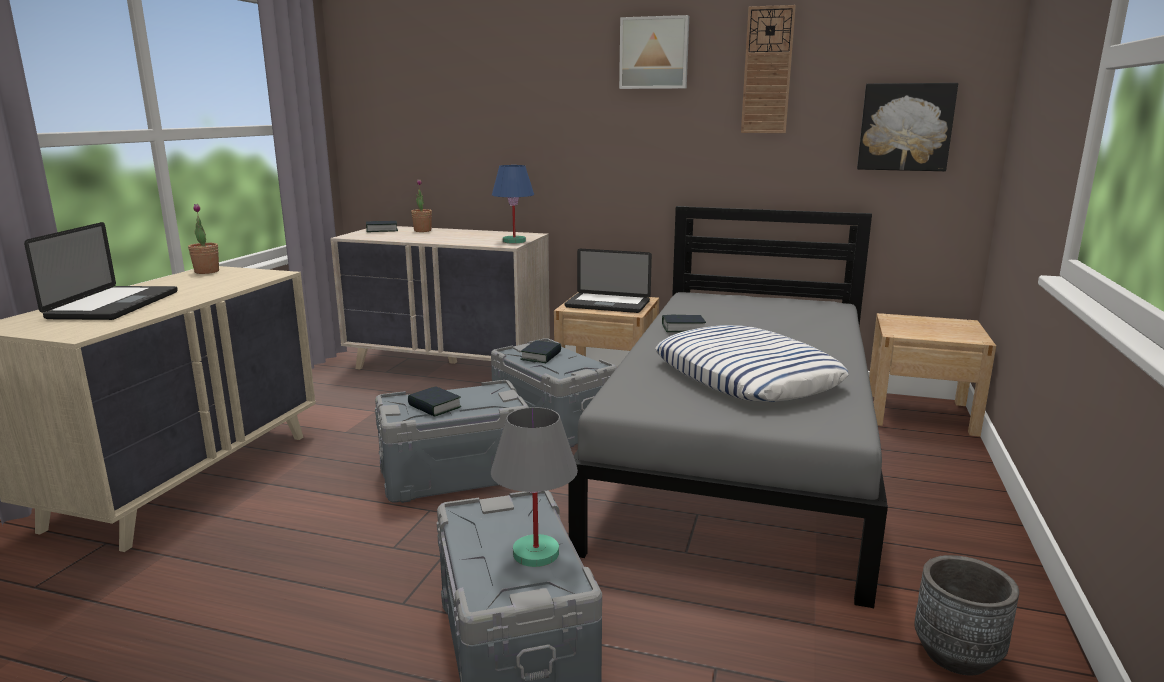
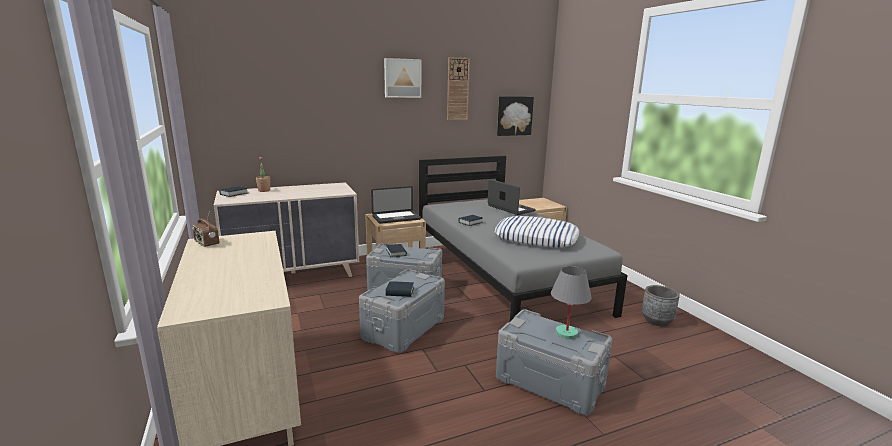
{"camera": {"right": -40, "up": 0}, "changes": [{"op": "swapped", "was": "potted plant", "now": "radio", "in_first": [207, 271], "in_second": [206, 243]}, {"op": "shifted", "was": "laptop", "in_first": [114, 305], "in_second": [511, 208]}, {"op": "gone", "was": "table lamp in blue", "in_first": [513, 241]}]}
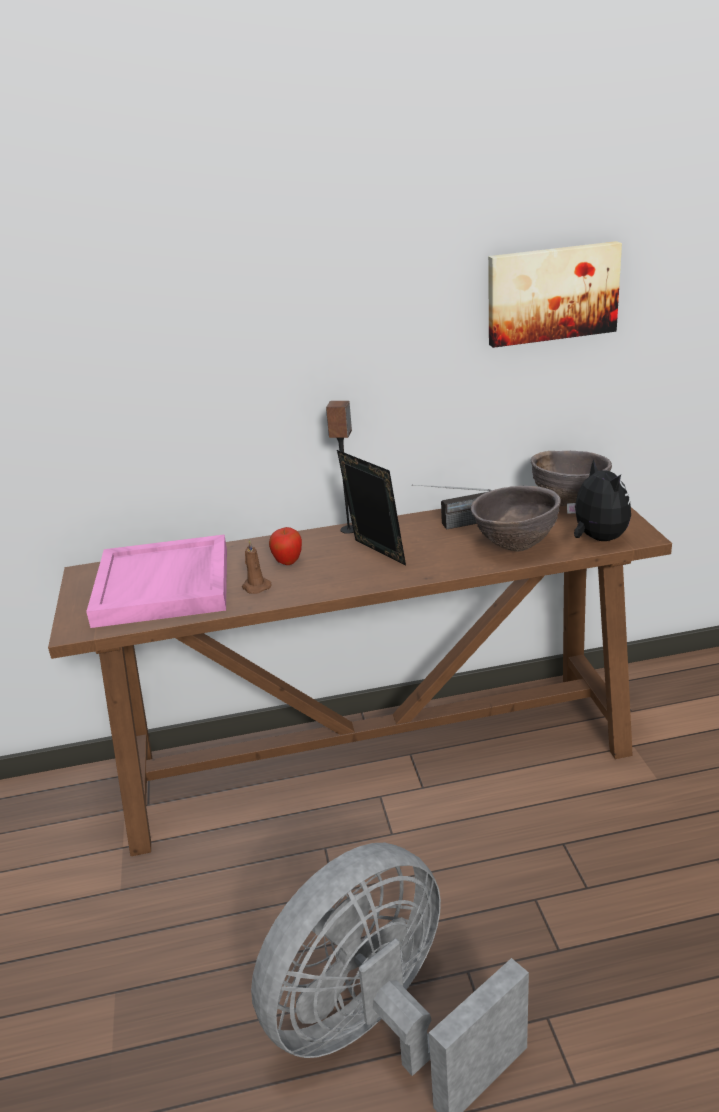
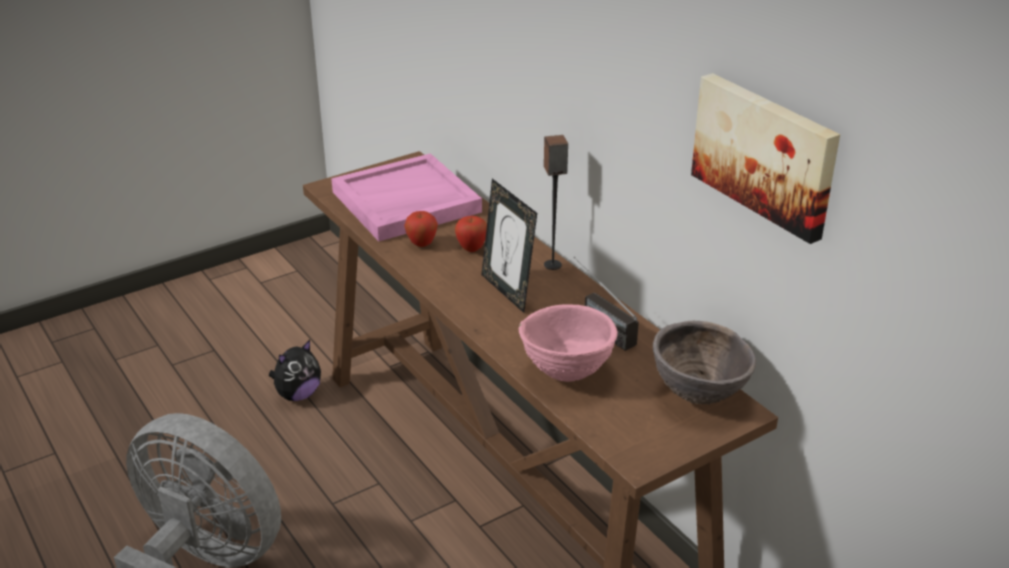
{"camera": {"right": 65, "up": 5}, "changes": [{"op": "shifted", "was": "plush toy", "in_first": [597, 539], "in_second": [298, 394]}, {"op": "swapped", "was": "candle in brown", "now": "apple", "in_first": [255, 586], "in_second": [422, 244]}, {"op": "rotated", "was": "picture frame", "in_first": [375, 555], "in_second": [507, 291], "clockwise": 120}, {"op": "repainted", "was": "bowl in brown", "now": "bowl in pink", "in_first": [515, 546], "in_second": [567, 373]}]}
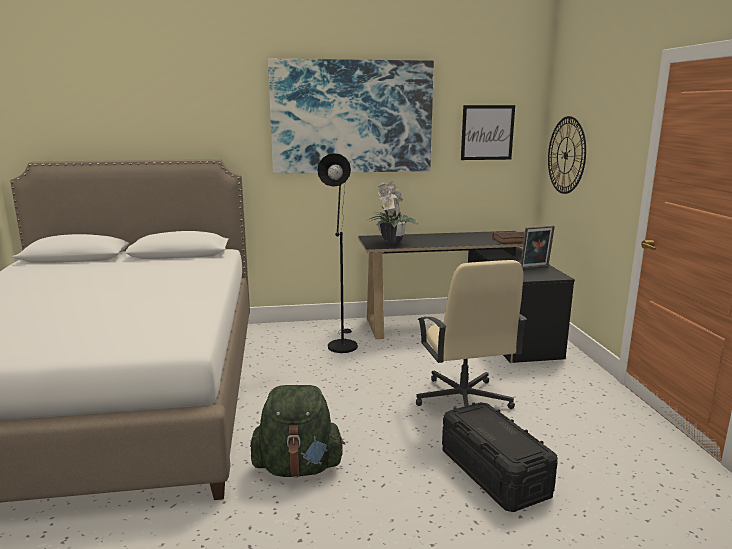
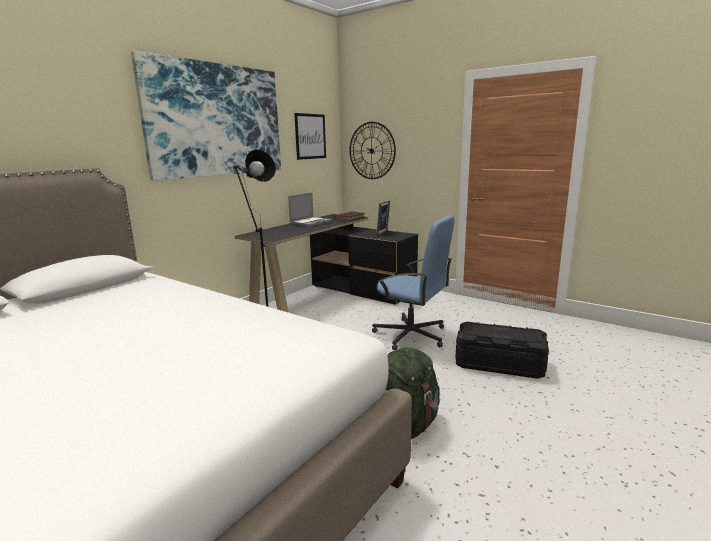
{"camera": {"right": -45, "up": 0}, "changes": [{"op": "new", "now": "laptop", "in_second": [311, 222]}, {"op": "repainted", "was": "office chair in beige", "now": "office chair in blue", "in_first": [463, 400], "in_second": [411, 335]}, {"op": "gone", "was": "potted plant", "in_first": [391, 243]}]}
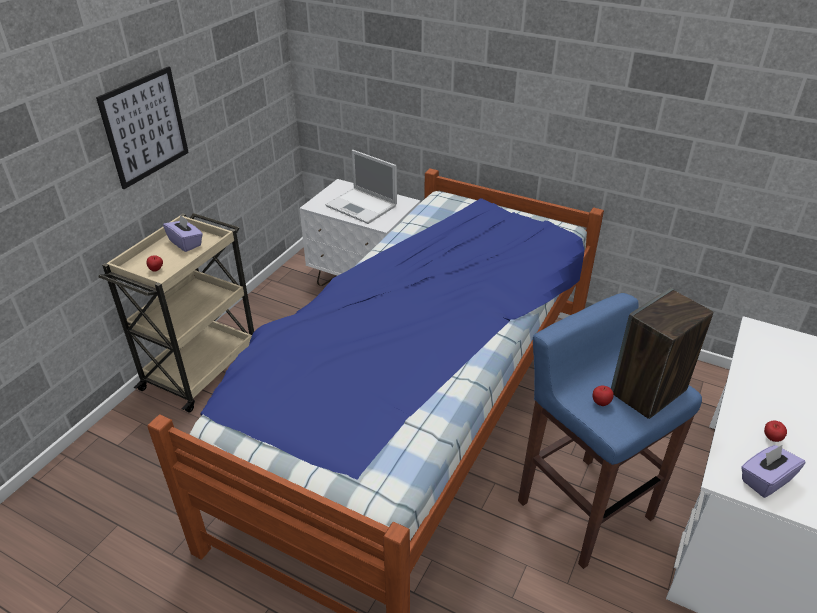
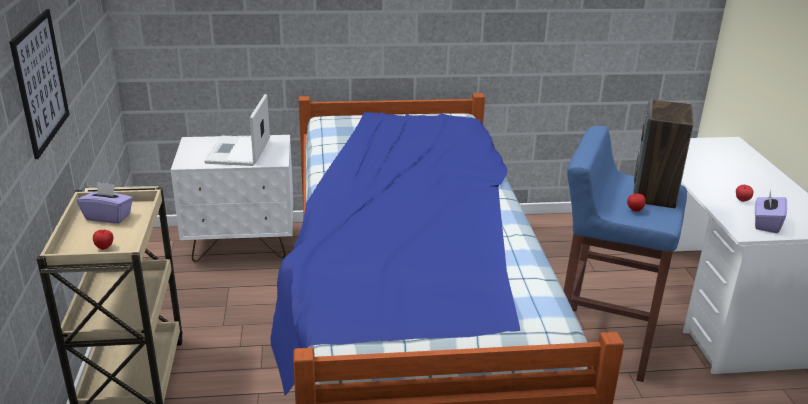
{"camera": {"right": -35, "up": -10}, "changes": [{"op": "rotated", "was": "laptop", "in_first": [362, 206], "in_second": [238, 152], "clockwise": 90}]}
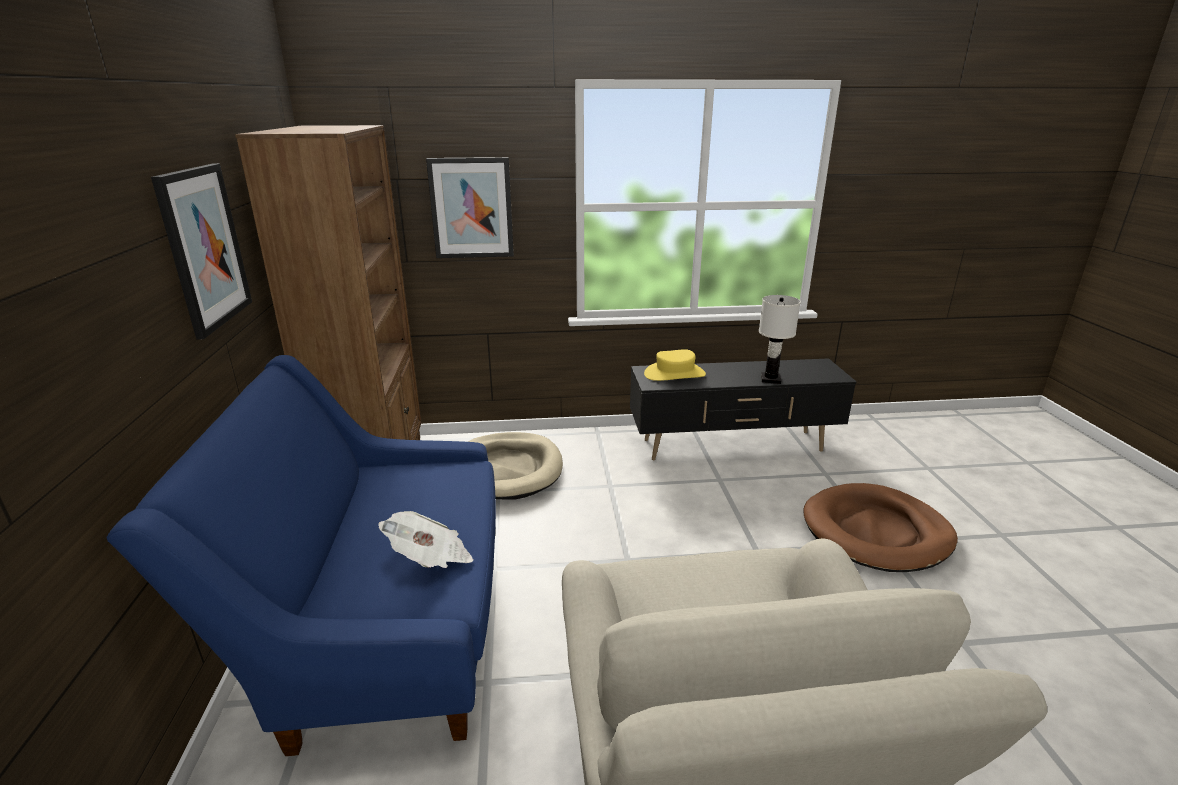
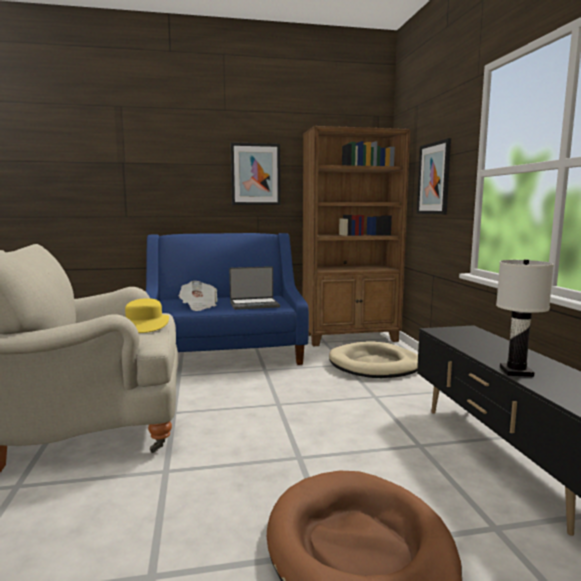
{"camera": {"right": 85, "up": -15}, "changes": [{"op": "shifted", "was": "hat in yellow", "in_first": [674, 374], "in_second": [144, 325]}, {"op": "new", "now": "laptop", "in_second": [254, 304]}]}
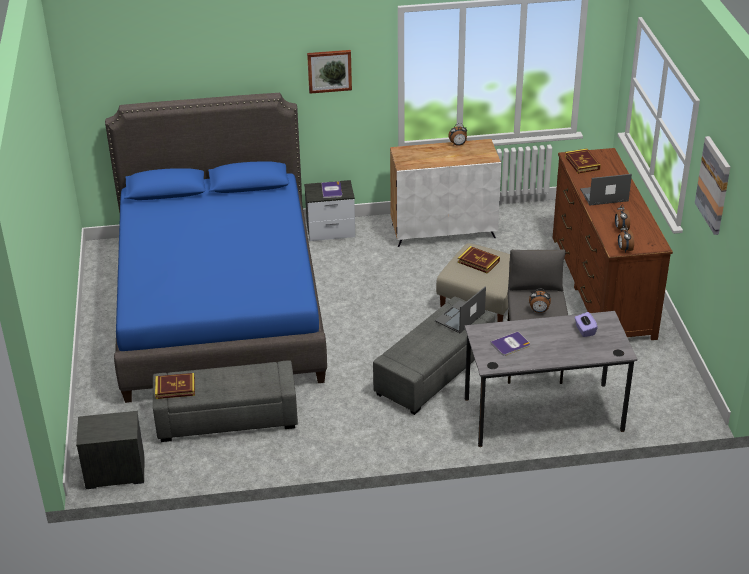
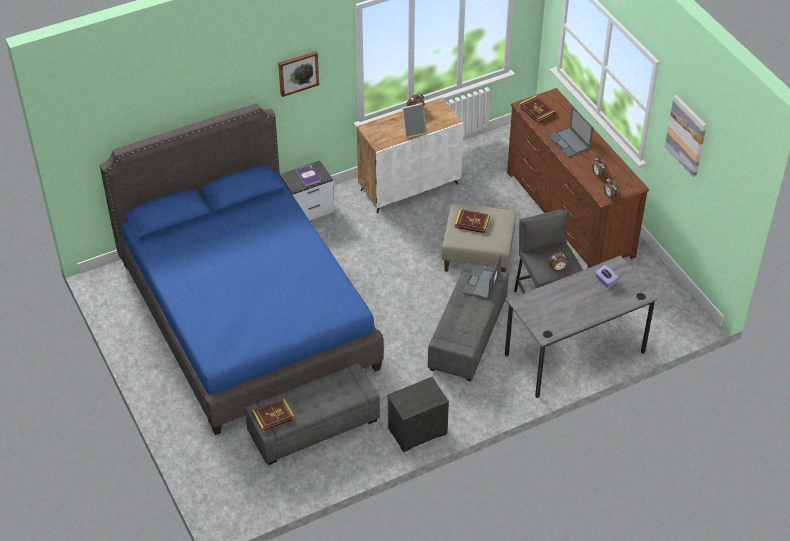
{"camera": {"right": -20, "up": 10}, "changes": [{"op": "shifted", "was": "nightstand", "in_first": [114, 472], "in_second": [416, 430]}, {"op": "new", "now": "picture frame", "in_second": [413, 131]}, {"op": "rotated", "was": "laptop", "in_first": [603, 195], "in_second": [569, 142], "clockwise": -90}, {"op": "gone", "was": "book", "in_first": [510, 344]}]}
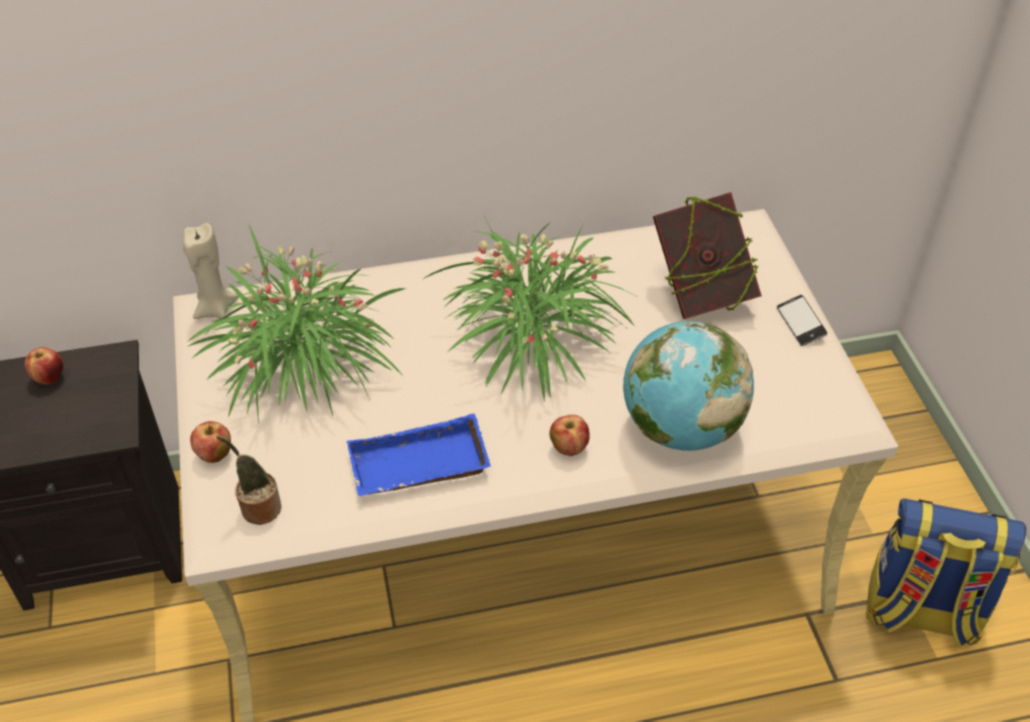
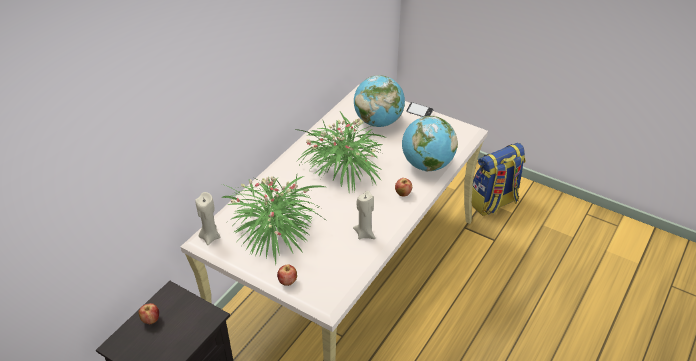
{"camera": {"right": -45, "up": -5}, "changes": [{"op": "swapped", "was": "tray in blue", "now": "candle in beige", "in_first": [418, 468], "in_second": [364, 233]}, {"op": "swapped", "was": "book", "now": "globe", "in_first": [700, 294], "in_second": [378, 122]}, {"op": "gone", "was": "potted plant", "in_first": [258, 508]}]}
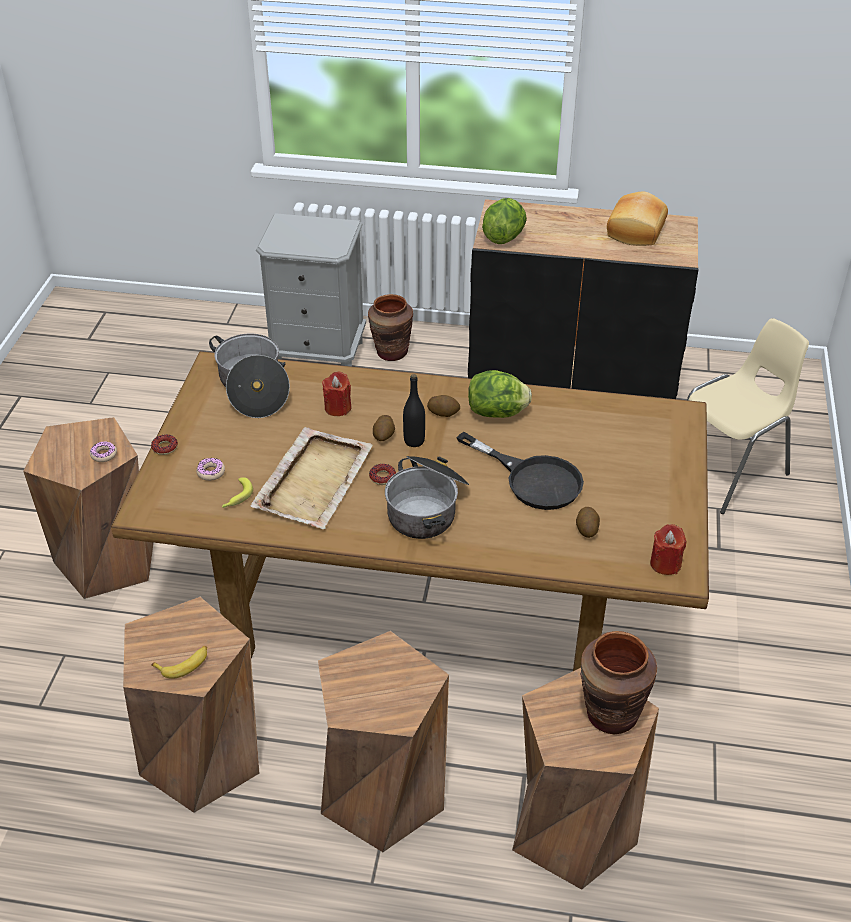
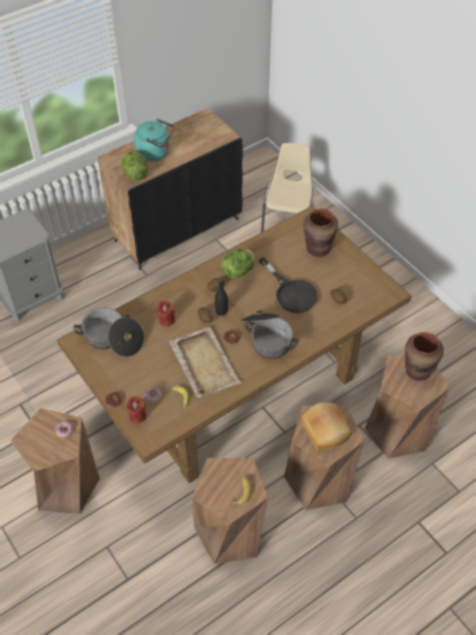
{"camera": {"right": -45, "up": 10}, "changes": [{"op": "shifted", "was": "candle in red", "in_first": [665, 563], "in_second": [137, 416]}, {"op": "new", "now": "kettle in turquoise", "in_second": [155, 153]}, {"op": "rotated", "was": "frying pan in black", "in_first": [533, 479], "in_second": [291, 292], "clockwise": 60}, {"op": "shifted", "was": "bread", "in_first": [637, 231], "in_second": [326, 431]}, {"op": "shifted", "was": "vase in brown", "in_first": [391, 352], "in_second": [318, 249]}]}
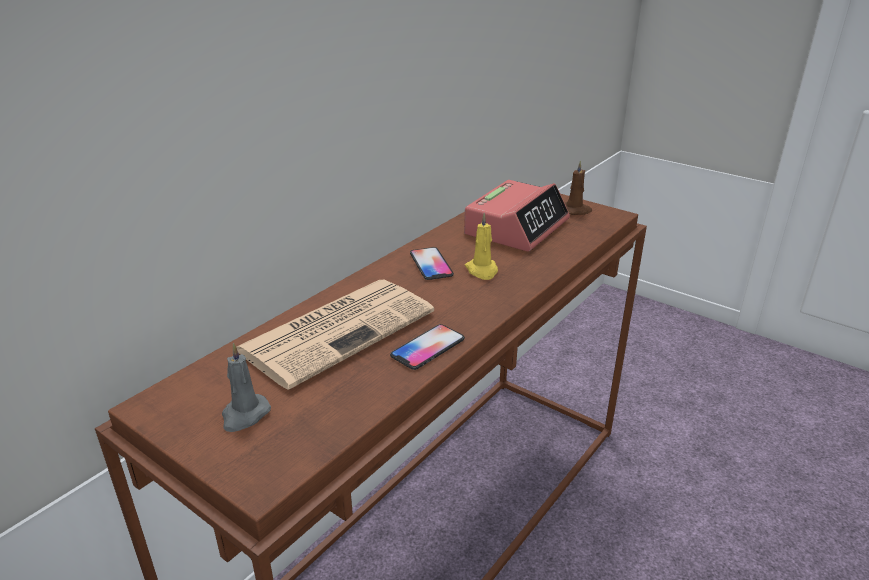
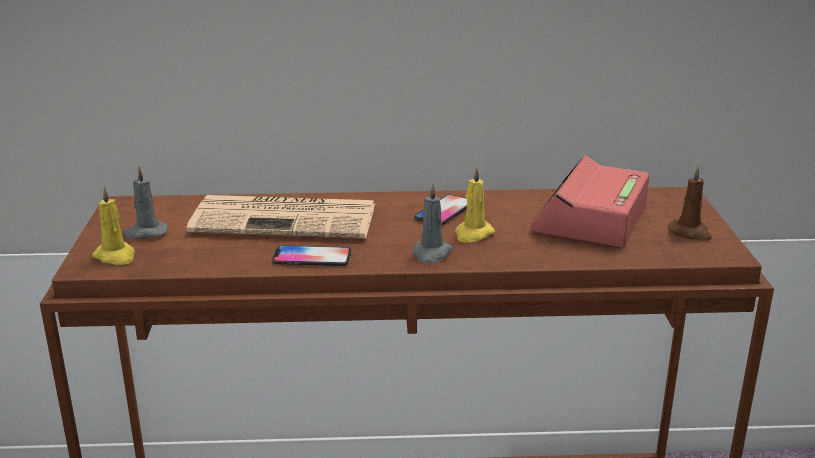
{"camera": {"right": 50, "up": -5}, "changes": [{"op": "new", "now": "candle in yellow", "in_second": [116, 256]}, {"op": "new", "now": "candle in grey", "in_second": [431, 254]}, {"op": "rotated", "was": "alarm clock", "in_first": [517, 227], "in_second": [590, 219], "clockwise": 120}]}
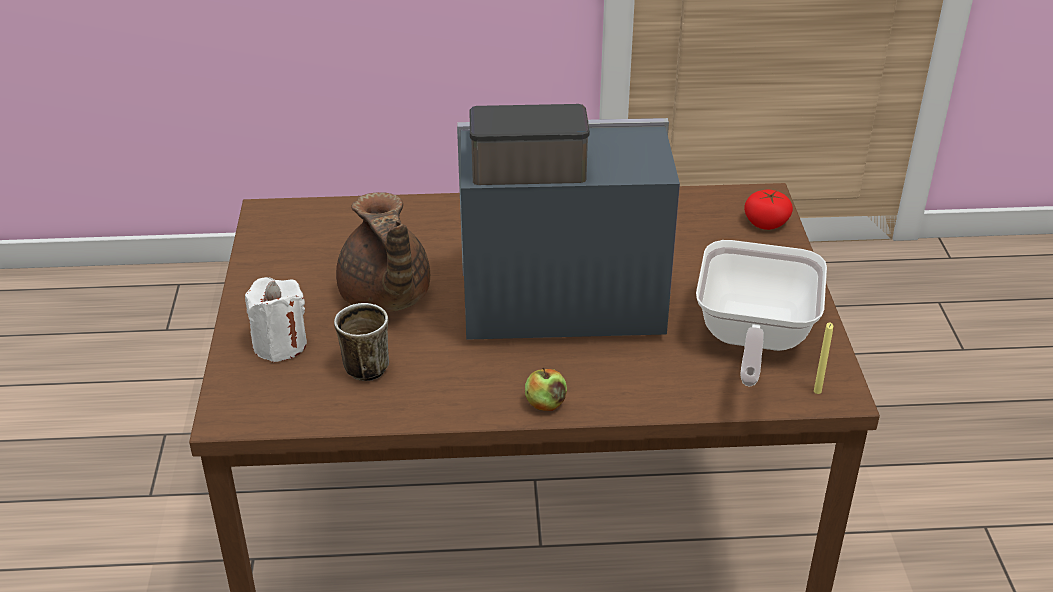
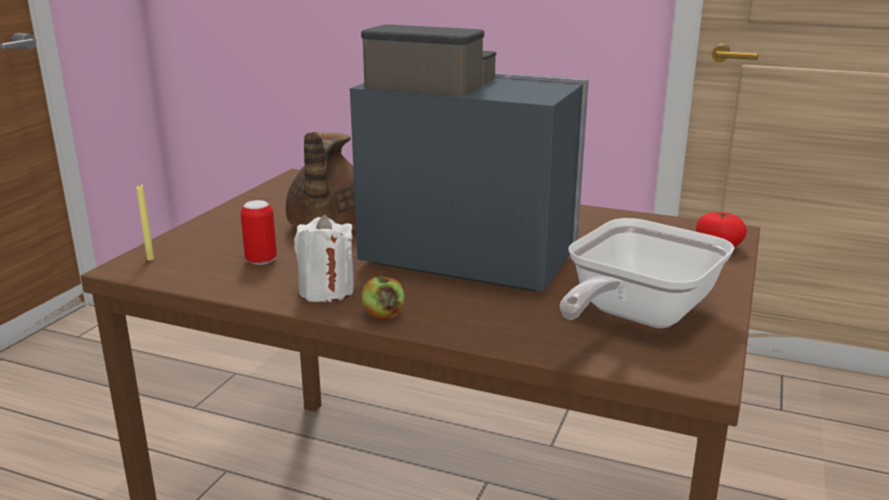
{"camera": {"right": 25, "up": -15}, "changes": [{"op": "shifted", "was": "candle in yellow", "in_first": [817, 391], "in_second": [150, 259]}, {"op": "swapped", "was": "mug", "now": "can", "in_first": [362, 365], "in_second": [261, 260]}, {"op": "shifted", "was": "candle in white", "in_first": [280, 344], "in_second": [326, 291]}]}
